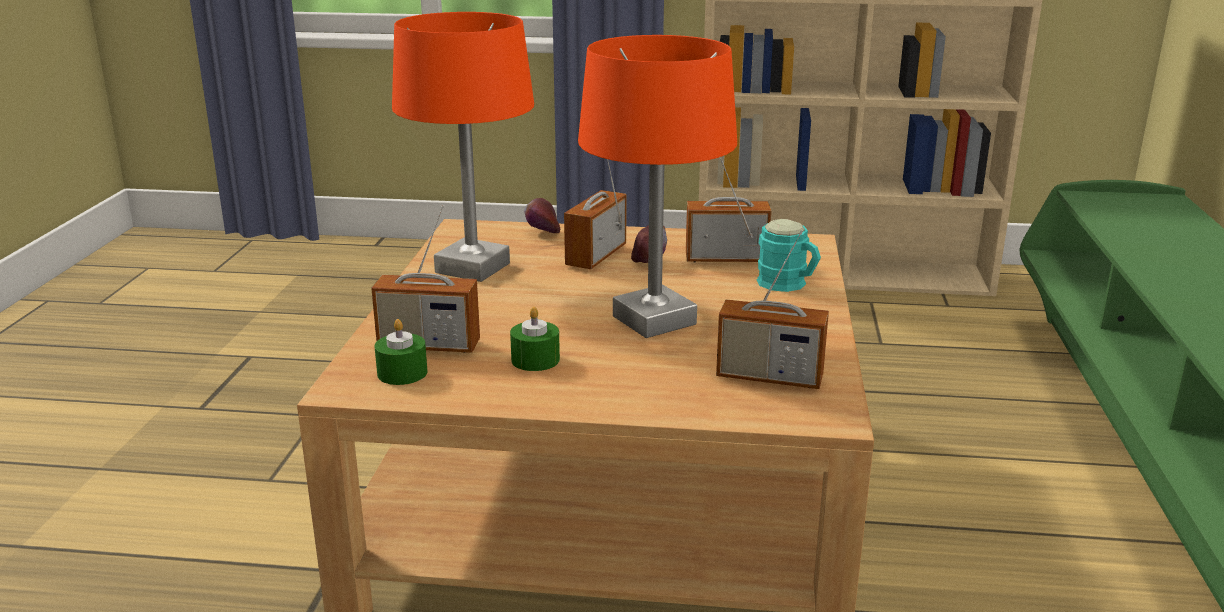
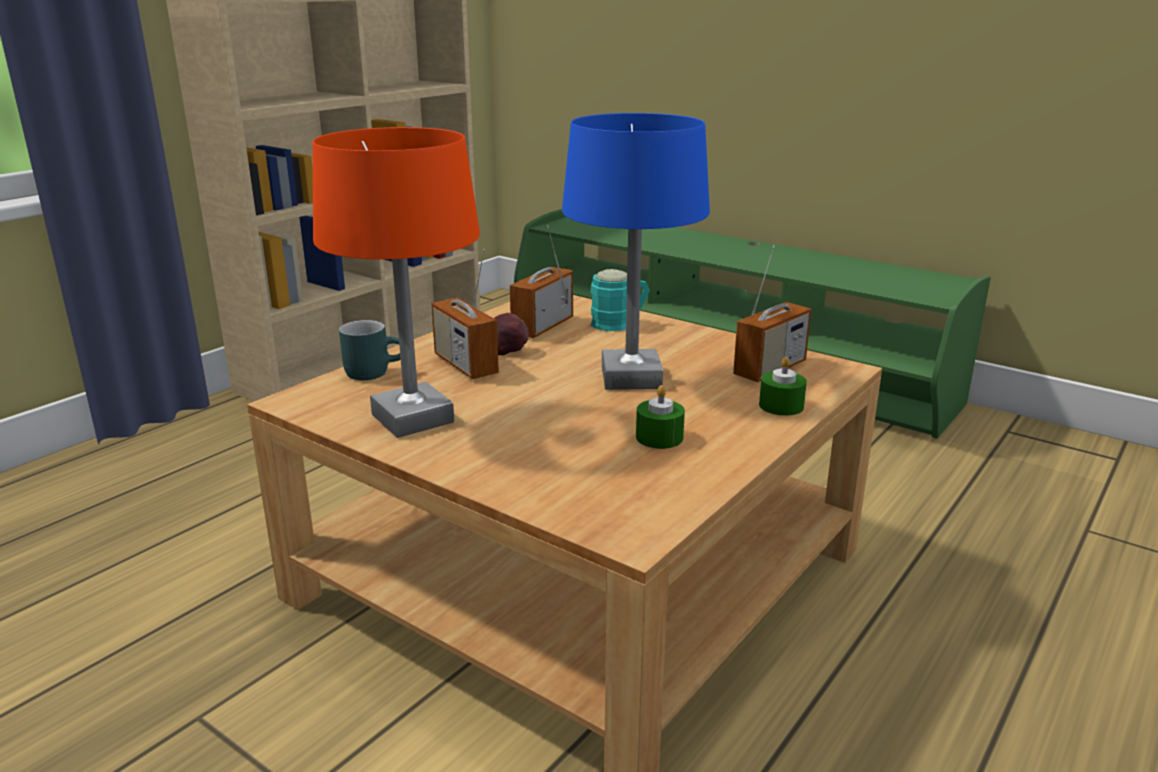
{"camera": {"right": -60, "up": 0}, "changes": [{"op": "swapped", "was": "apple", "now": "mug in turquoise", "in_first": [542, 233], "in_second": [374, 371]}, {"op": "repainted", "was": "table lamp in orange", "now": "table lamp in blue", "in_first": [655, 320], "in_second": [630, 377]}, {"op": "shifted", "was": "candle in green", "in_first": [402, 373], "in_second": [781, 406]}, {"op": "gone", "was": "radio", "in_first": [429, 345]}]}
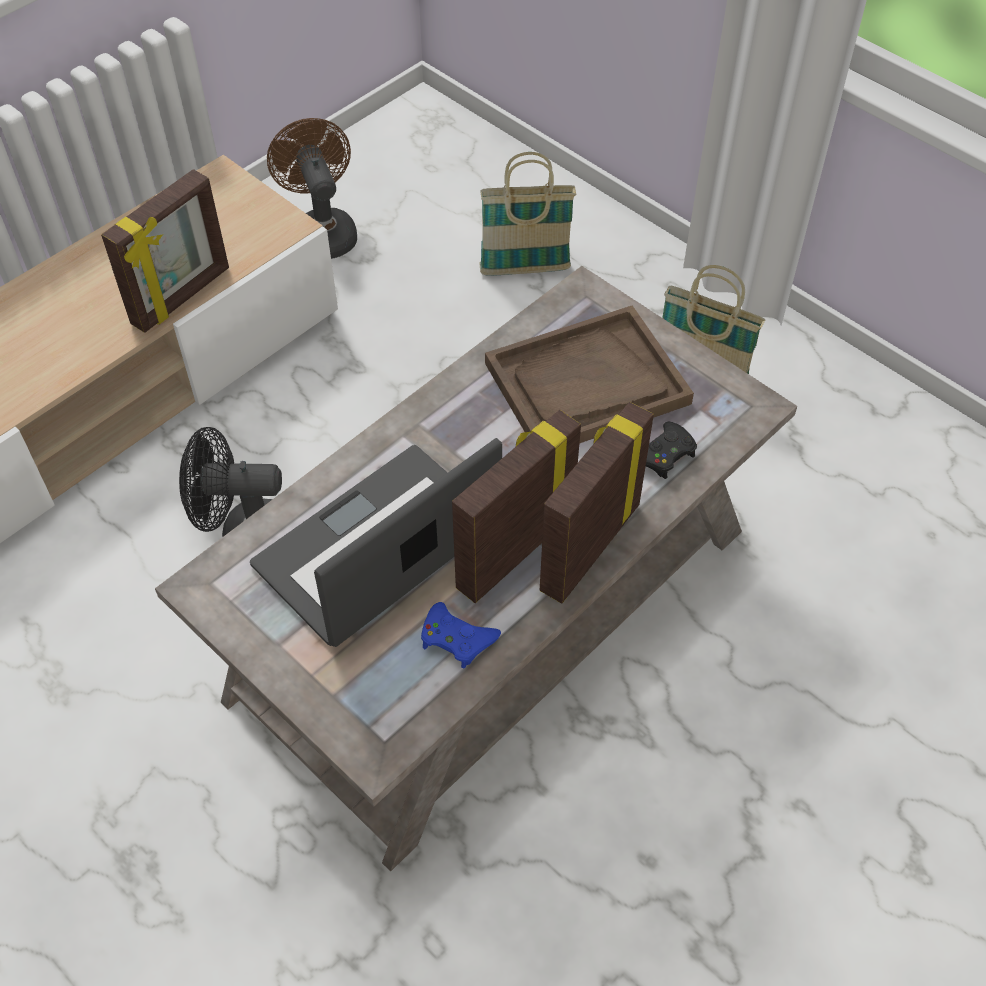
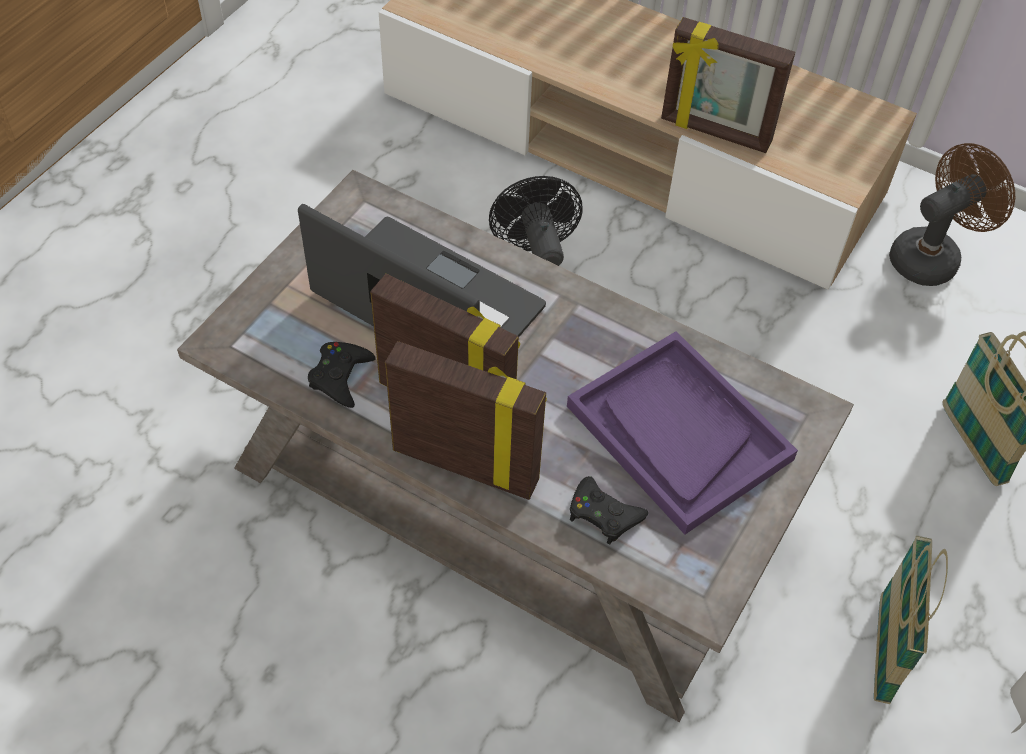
{"camera": {"right": 75, "up": 0}, "changes": [{"op": "repainted", "was": "game controller in blue", "now": "game controller in black", "in_first": [456, 639], "in_second": [340, 377]}, {"op": "repainted", "was": "tray in brown", "now": "tray in purple", "in_first": [586, 384], "in_second": [678, 432]}]}
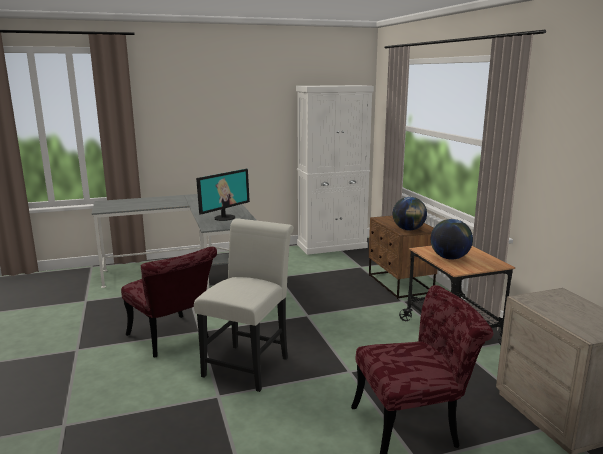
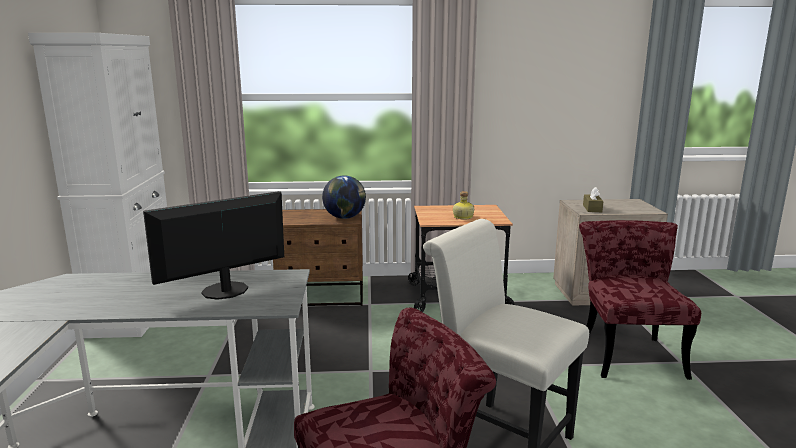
{"camera": {"right": -75, "up": 0}, "changes": [{"op": "rotated", "was": "monitor", "in_first": [224, 217], "in_second": [225, 291], "clockwise": -90}, {"op": "swapped", "was": "globe", "now": "bottle", "in_first": [449, 258], "in_second": [462, 217]}, {"op": "new", "now": "tissue box in brown", "in_second": [592, 208]}]}
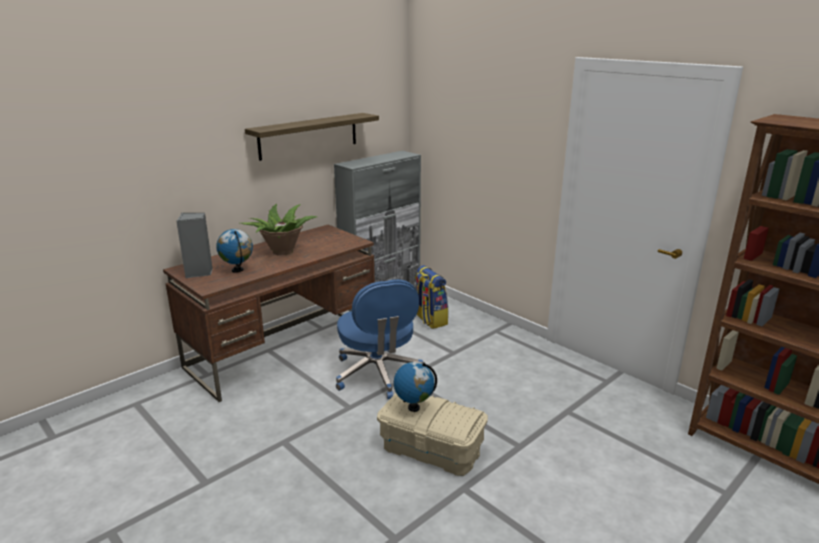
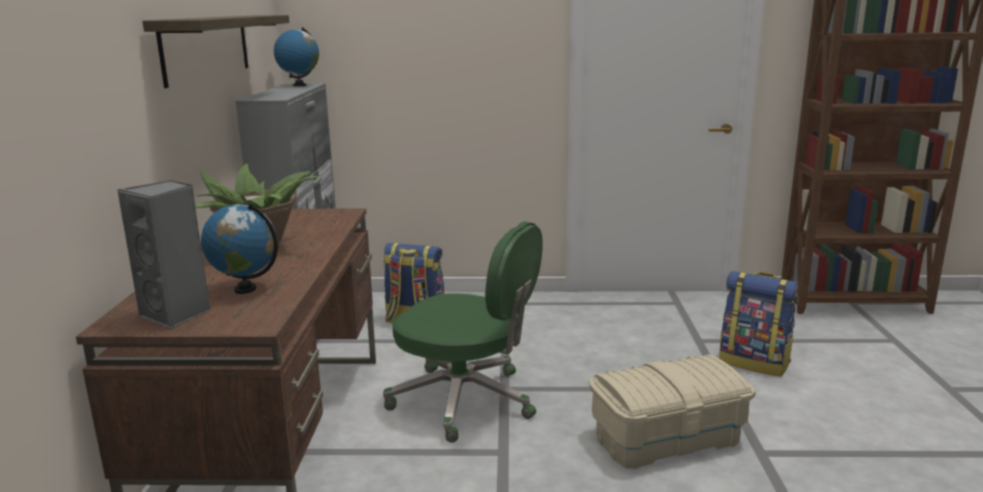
{"camera": {"right": -45, "up": -5}, "changes": [{"op": "shifted", "was": "globe", "in_first": [413, 407], "in_second": [299, 85]}, {"op": "repainted", "was": "office chair in blue", "now": "office chair in green", "in_first": [377, 374], "in_second": [466, 401]}, {"op": "new", "now": "backpack", "in_second": [754, 362]}]}
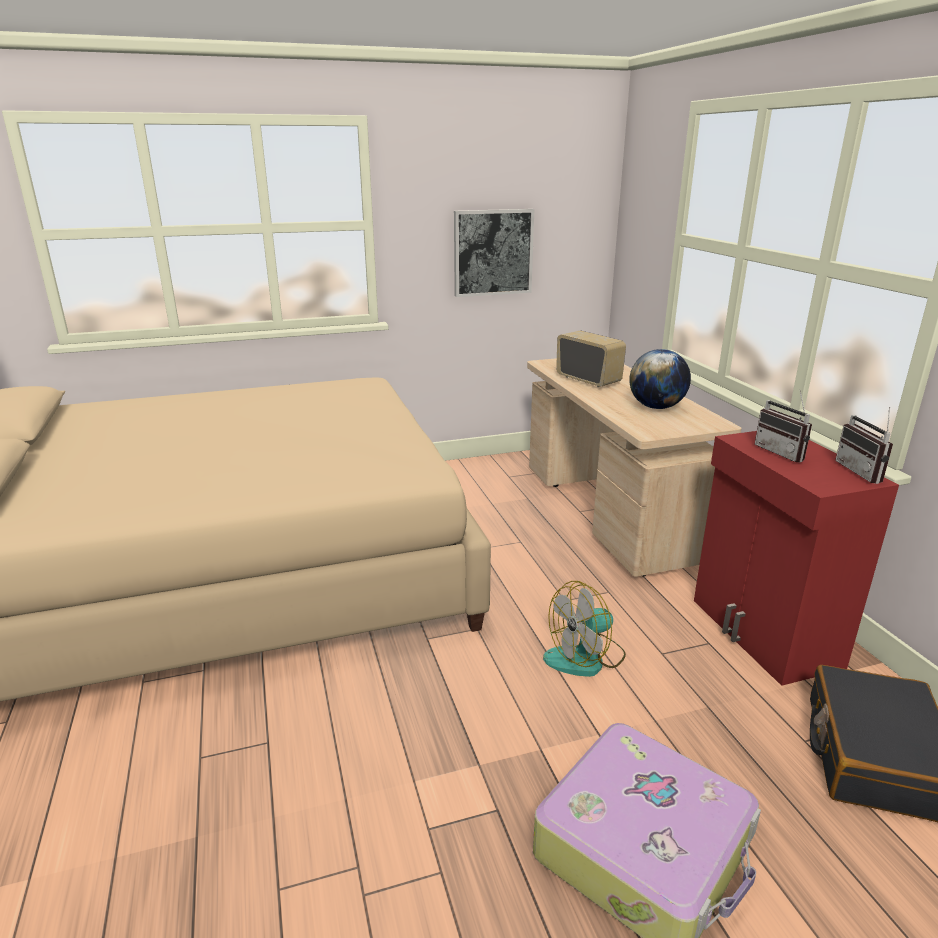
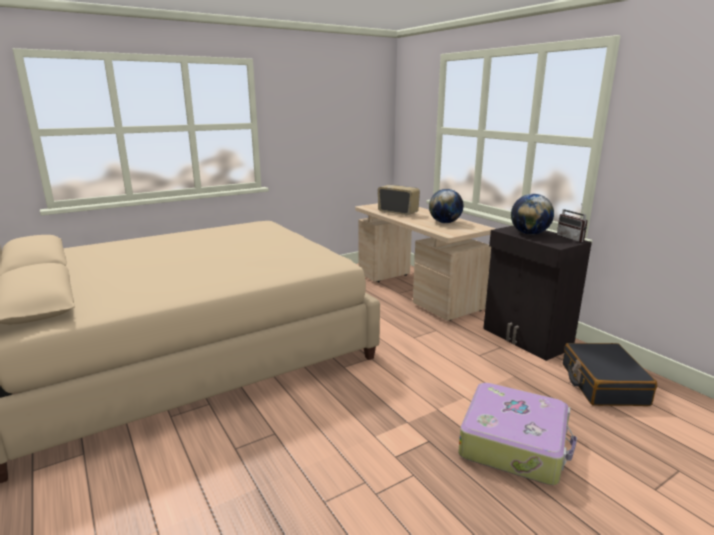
{"camera": {"right": -15, "up": -5}, "changes": [{"op": "repainted", "was": "cabinet in red", "now": "cabinet in black", "in_first": [763, 633], "in_second": [526, 339]}, {"op": "swapped", "was": "radio", "now": "globe", "in_first": [783, 452], "in_second": [529, 234]}, {"op": "gone", "was": "picture", "in_first": [493, 252]}, {"op": "gone", "was": "fan", "in_first": [585, 657]}]}
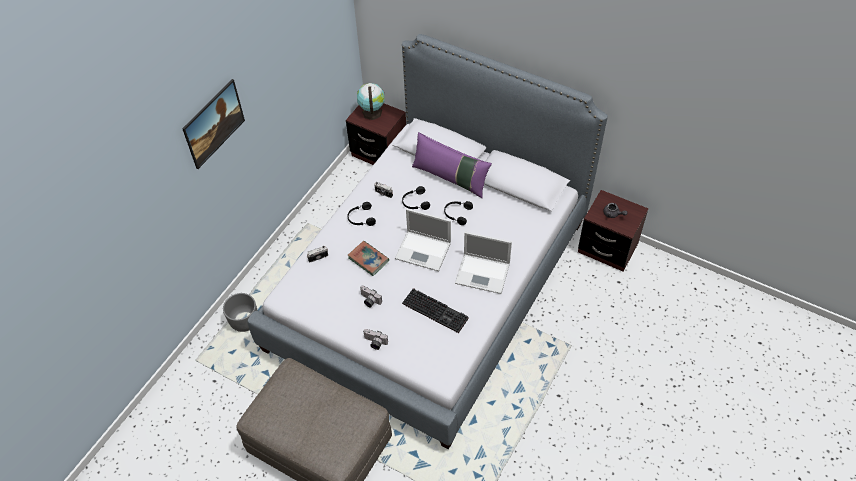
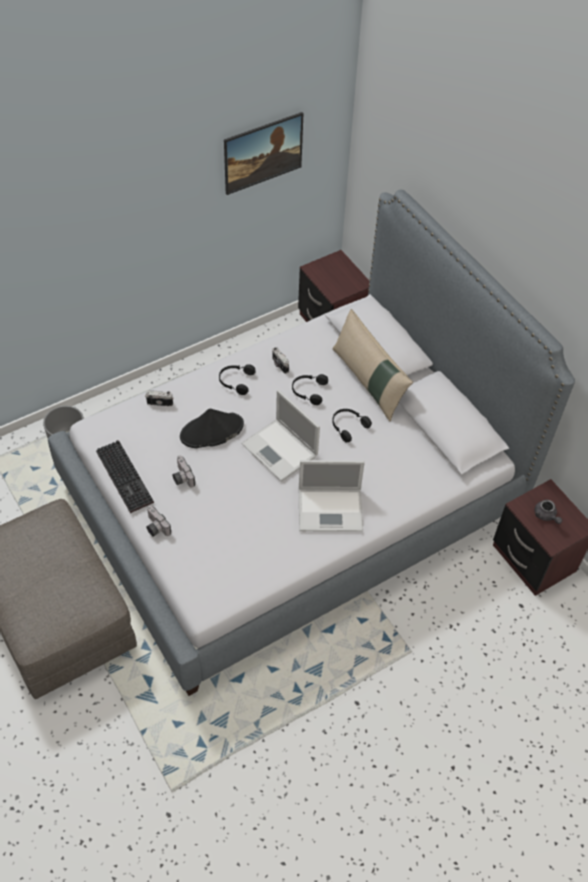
{"camera": {"right": 25, "up": 0}, "changes": [{"op": "shifted", "was": "keyboard", "in_first": [437, 310], "in_second": [126, 477]}, {"op": "swapped", "was": "book", "now": "hat in black", "in_first": [368, 259], "in_second": [211, 431]}, {"op": "shifted", "was": "picture", "in_first": [217, 134], "in_second": [263, 166]}, {"op": "rotated", "was": "laptop", "in_first": [483, 273], "in_second": [331, 509], "clockwise": -45}, {"op": "repainted", "was": "pillow in purple", "now": "pillow in beige", "in_first": [450, 178], "in_second": [368, 382]}, {"op": "gone", "was": "globe", "in_first": [372, 111]}]}
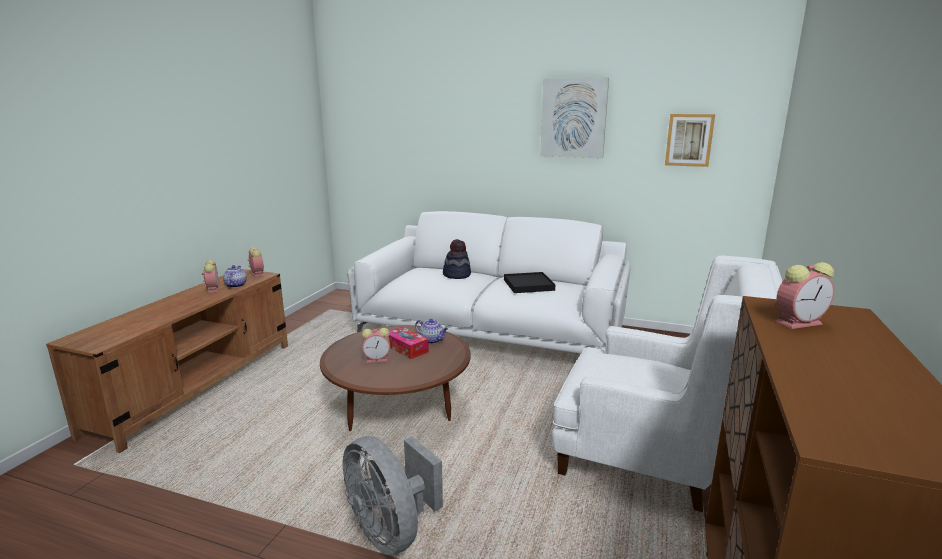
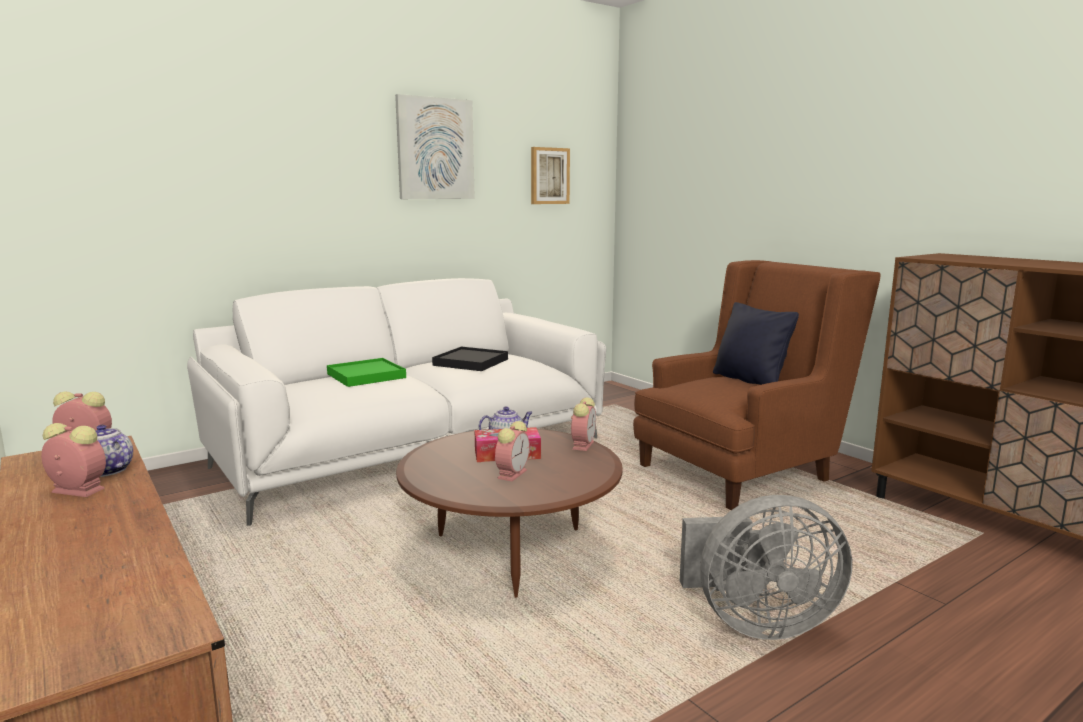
{"camera": {"right": -55, "up": -5}, "changes": [{"op": "swapped", "was": "hat", "now": "tray in green", "in_first": [457, 275], "in_second": [366, 376]}, {"op": "shifted", "was": "alarm clock", "in_first": [799, 322], "in_second": [583, 444]}, {"op": "repainted", "was": "armchair in white", "now": "armchair in brown", "in_first": [652, 458], "in_second": [743, 469]}, {"op": "new", "now": "pillow in black", "in_second": [750, 380]}]}
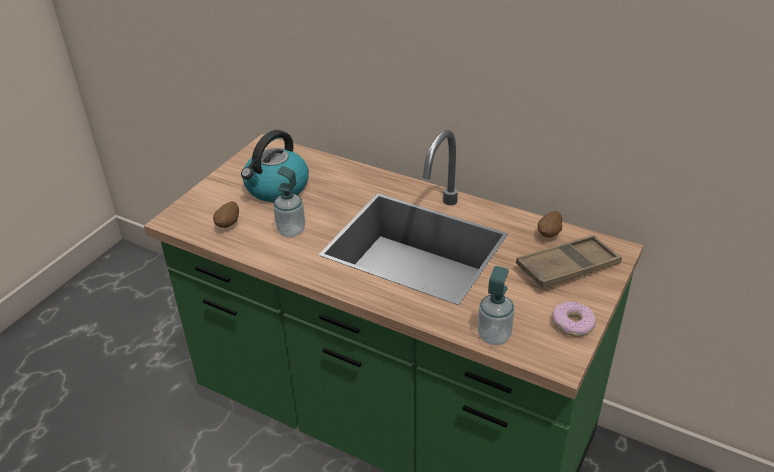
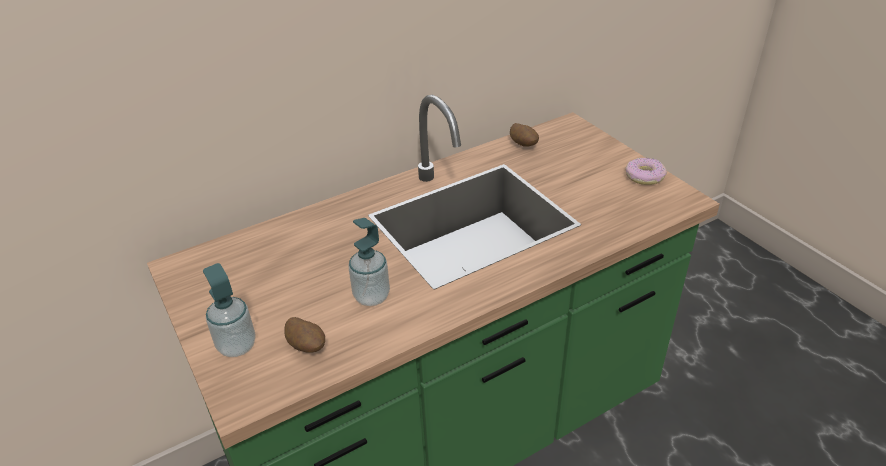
{"camera": {"right": -60, "up": 0}, "changes": [{"op": "shifted", "was": "soap dispenser", "in_first": [494, 336], "in_second": [237, 346]}, {"op": "gone", "was": "kettle", "in_first": [276, 188]}, {"op": "gone", "was": "tray in brown", "in_first": [567, 267]}]}
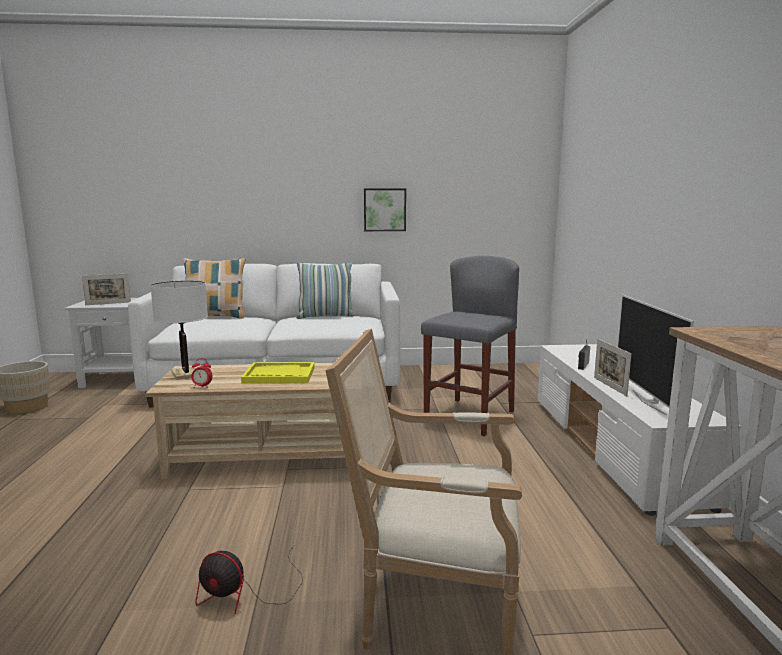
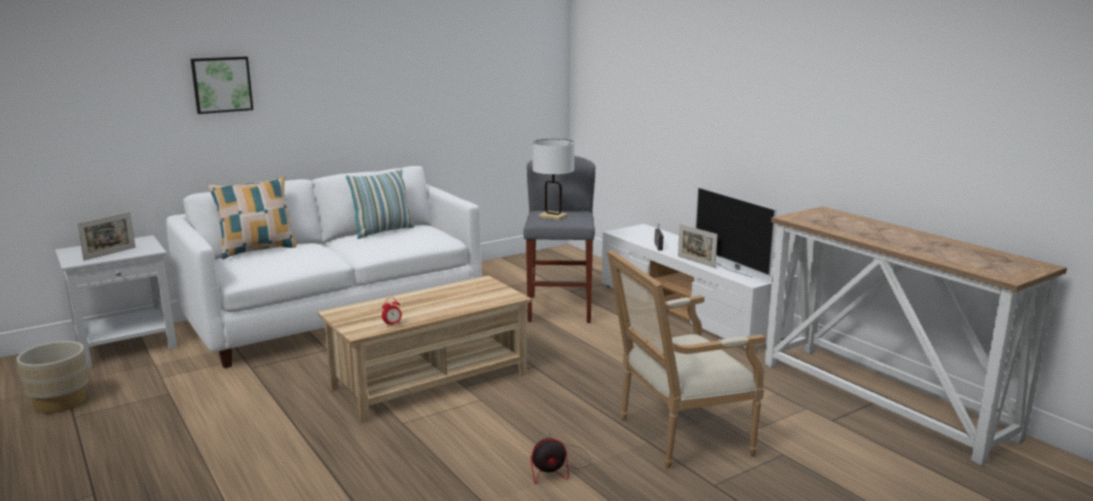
{"camera": {"right": -30, "up": 5}, "changes": [{"op": "shifted", "was": "picture", "in_first": [384, 210], "in_second": [221, 84]}, {"op": "shifted", "was": "table lamp in white", "in_first": [185, 374], "in_second": [553, 216]}, {"op": "gone", "was": "tray in yellow", "in_first": [279, 375]}]}
